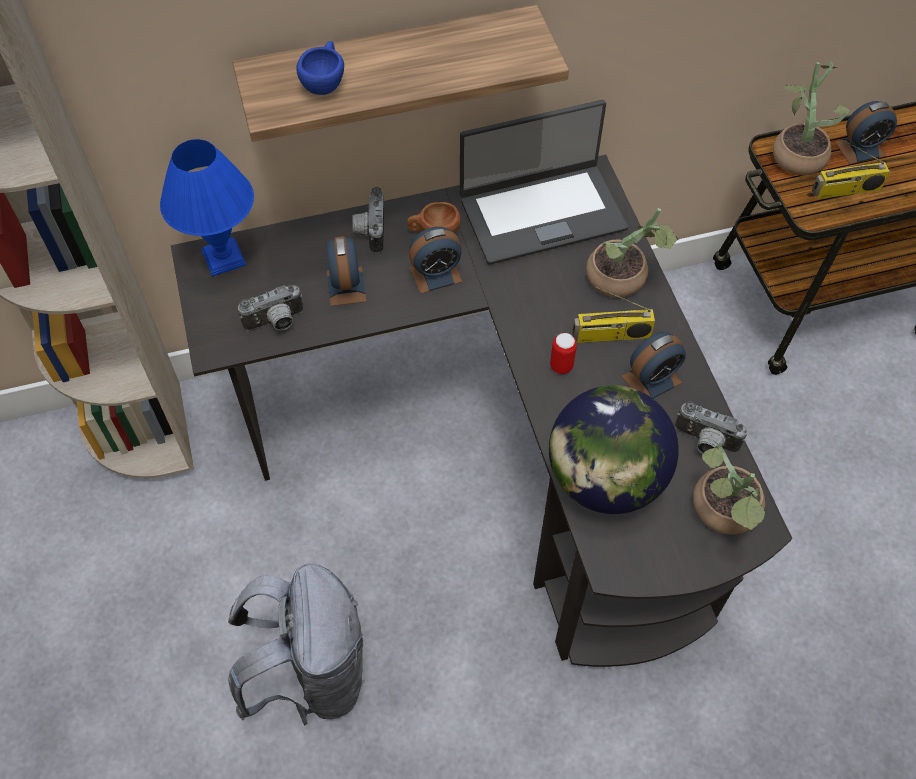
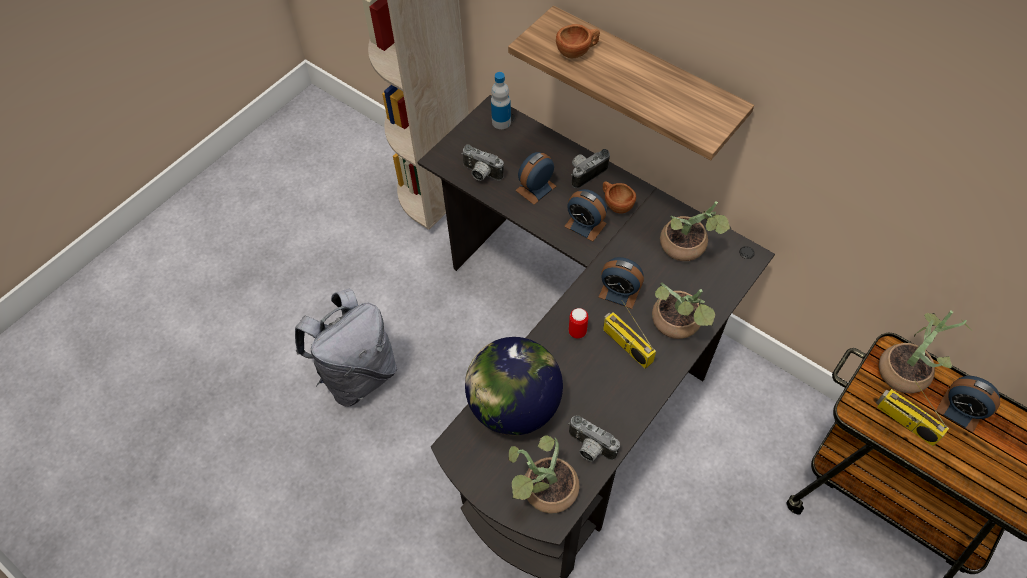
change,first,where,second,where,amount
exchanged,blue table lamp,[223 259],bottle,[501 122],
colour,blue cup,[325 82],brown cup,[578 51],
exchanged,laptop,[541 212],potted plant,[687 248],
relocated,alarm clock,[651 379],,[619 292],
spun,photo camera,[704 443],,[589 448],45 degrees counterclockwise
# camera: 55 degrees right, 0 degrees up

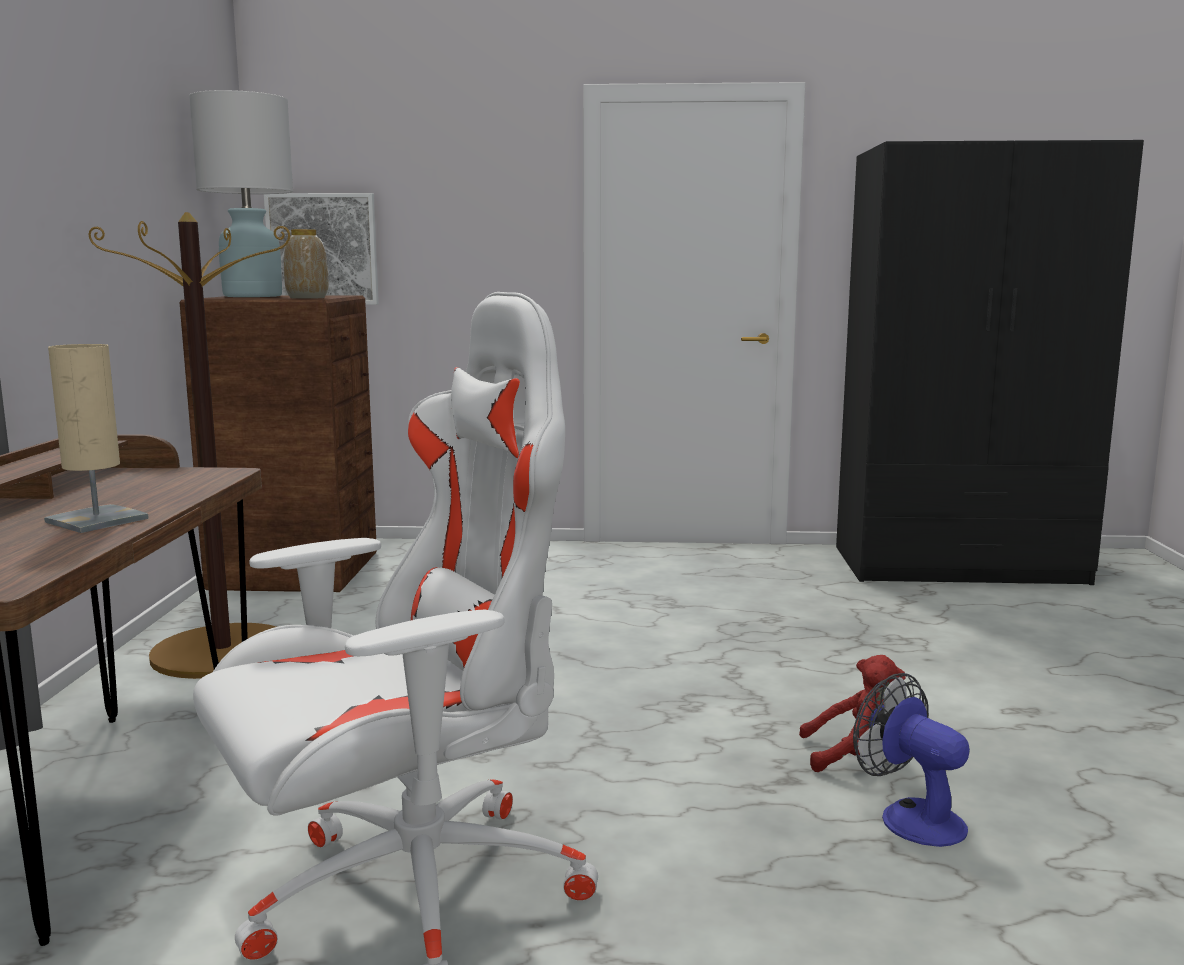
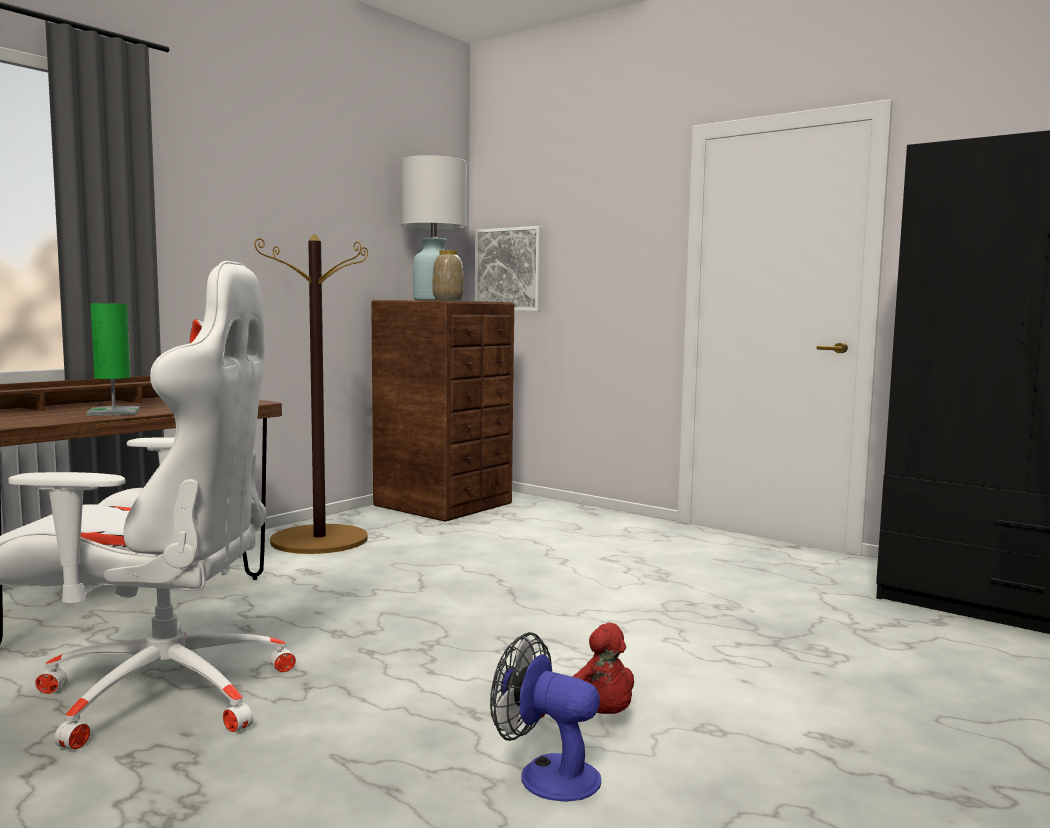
change,first,where,second,where,amount
colour,beige table lamp,[97 520],green table lamp,[114 412],
spun,fan,[910 817],,[546 774],60 degrees counterclockwise
# camera: 35 degrees right, 5 degrees down

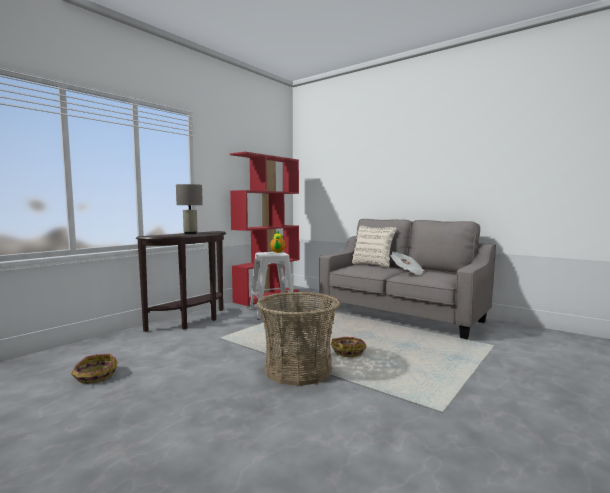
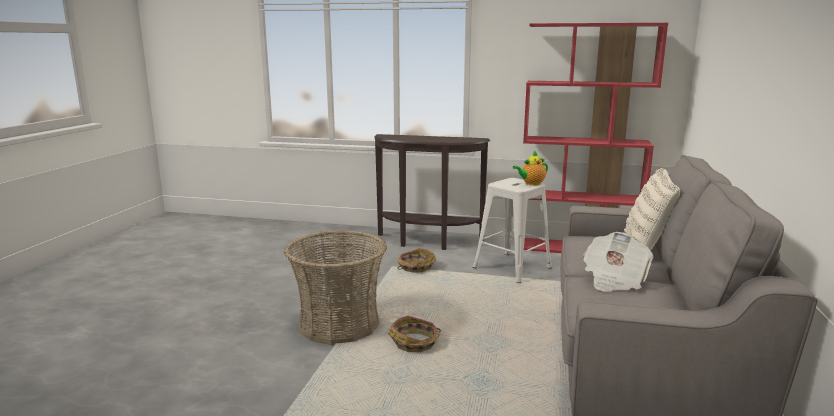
change,first,where,second,where,amount
relocated,basket,[95 376],,[415 267],
missing,grey table lamp,[190 233],,,
# camera: 65 degrees right, 10 degrees up

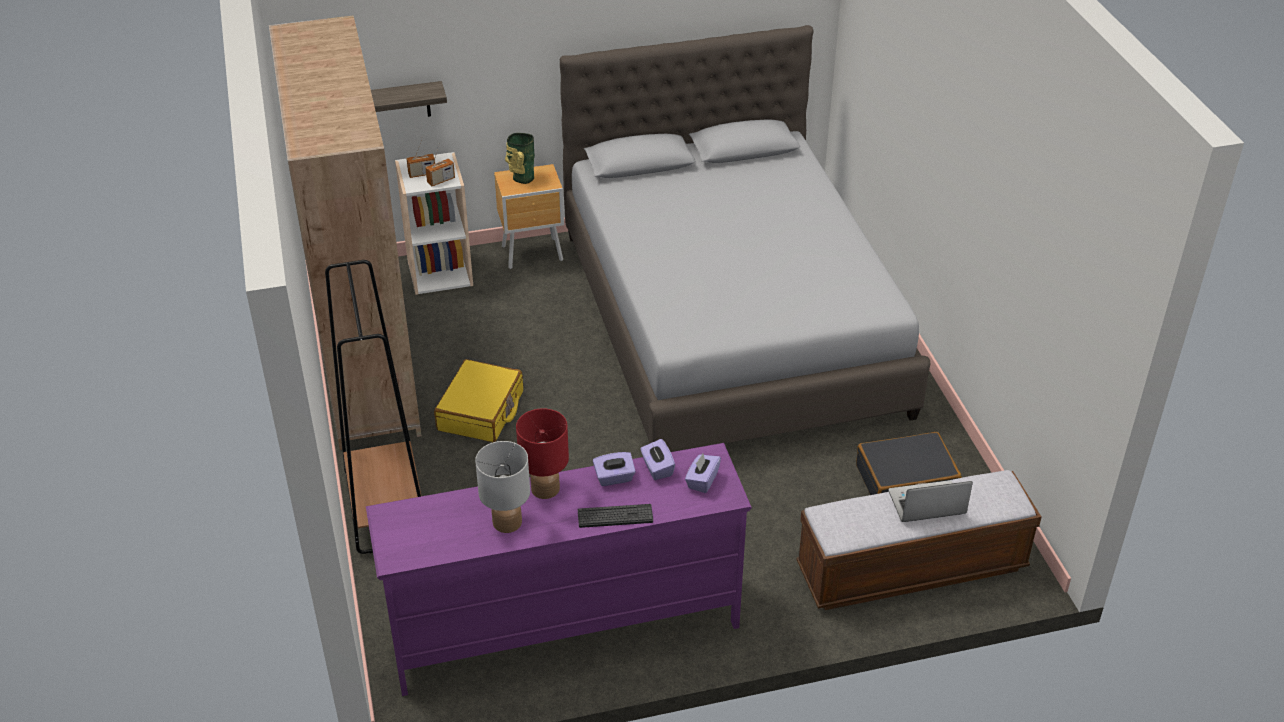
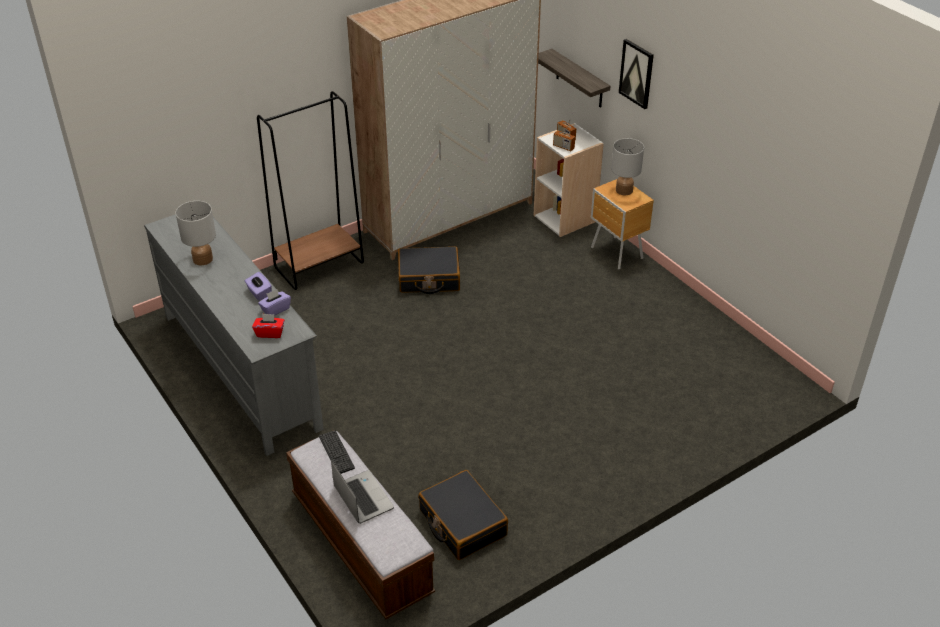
change,first,where,second,where,amount
colour,purple dresser,[564 627],grey dresser,[241 370],
colour,yellow suitcase,[481 411],black suitcase,[429 278],
exchanged,vase,[522 177],grey table lamp,[623 190],
missing,red table lamp,[544 489],,,
missing,grey bed,[730 321],,,
relocated,keyboard,[615 516],,[336 452],
colour,purple tissue box,[702 481],red tissue box,[270 333],
appeared,,,picture,[637 73],
# camera: 70 degrees right, 0 degrees up

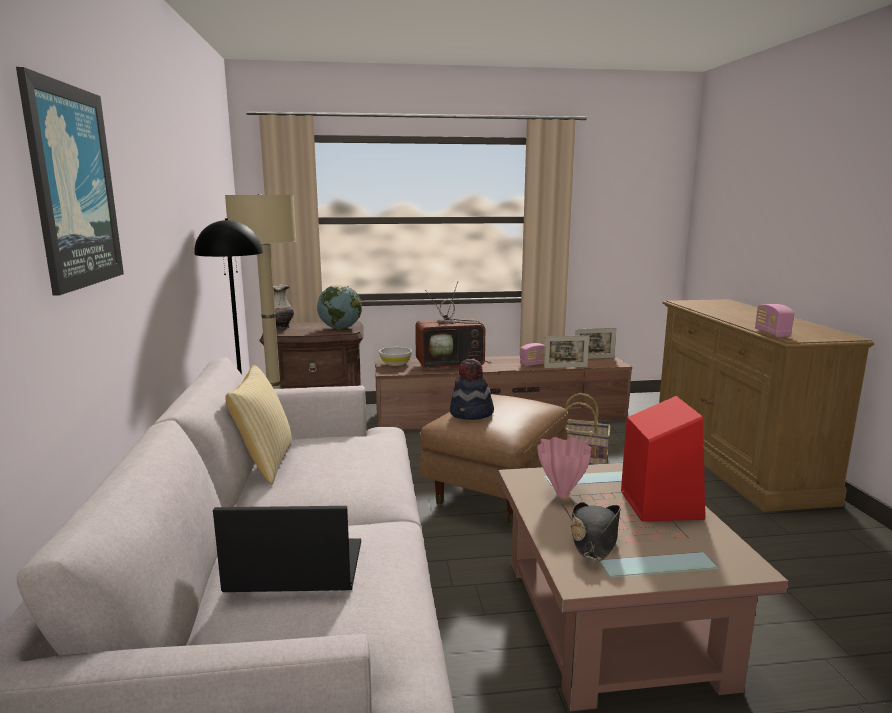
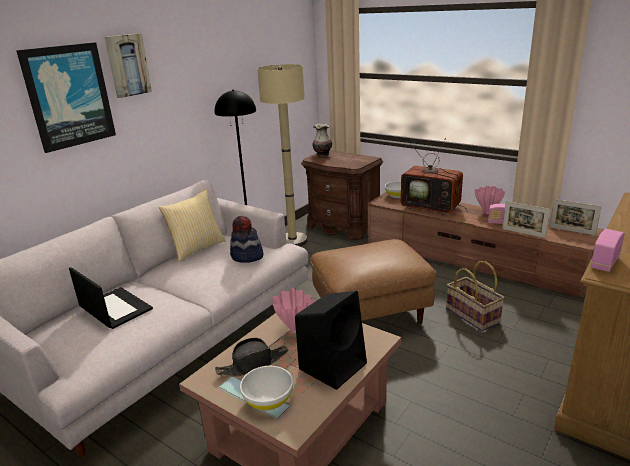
change,first,where,second,where,amount
missing,globe,[340 328],,,
relocated,hat,[471 414],,[247 256],
colour,red speaker,[659 503],black speaker,[333 365],
appeared,,,picture,[127 65],
appeared,,,white bowl,[268 400],
appeared,,,pink vase,[488 213],
# camera: 45 degrees right, 10 degrees up

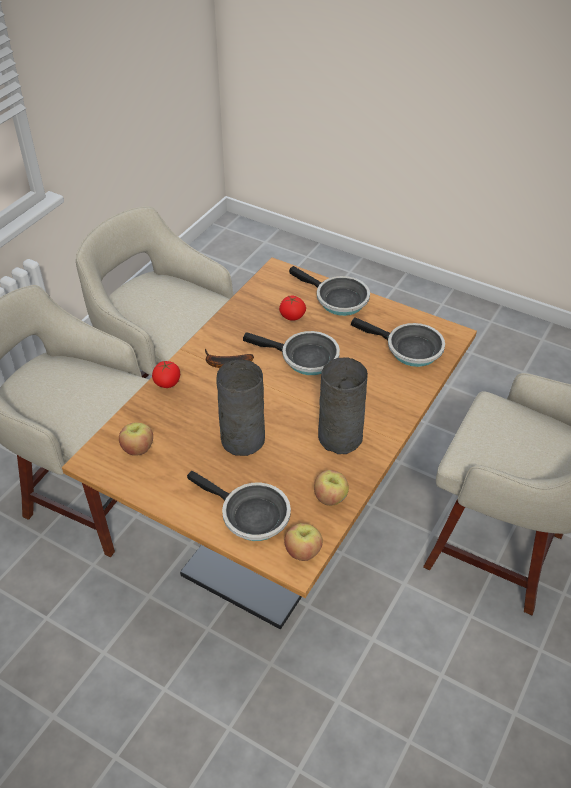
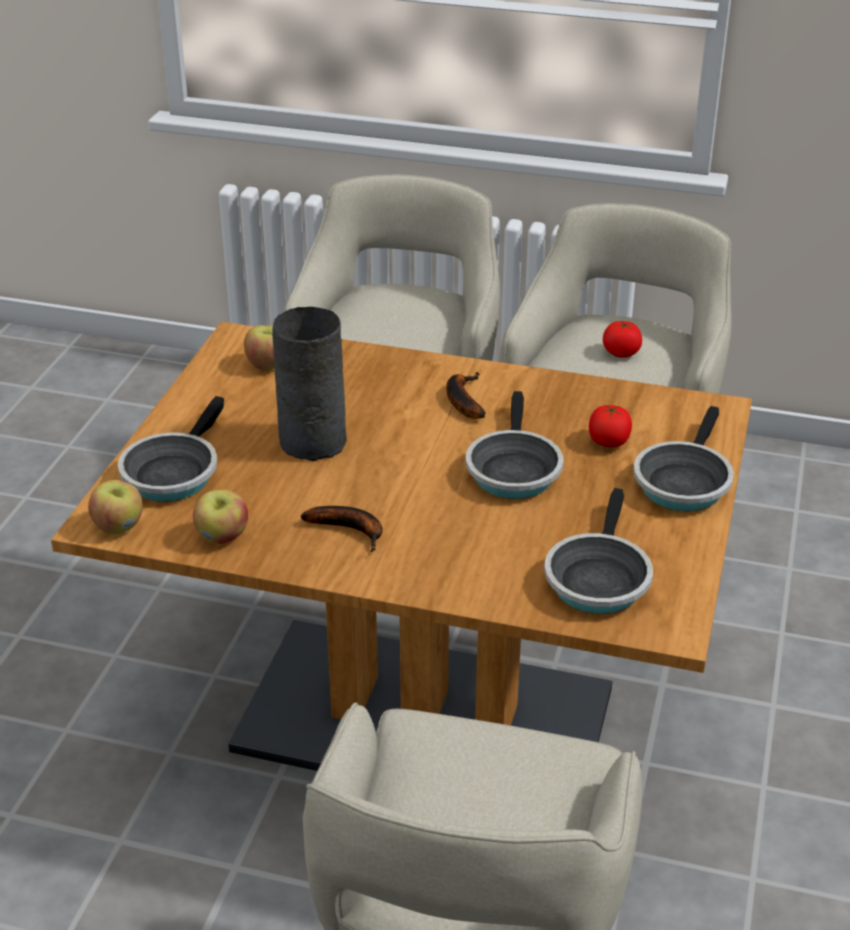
change,first,where,second,where,amount
relocated,tomato,[167 383],,[621 353],
exchanged,grey vase,[341 436],banana,[351 530],
# camera: 75 degrees right, 10 degrees down

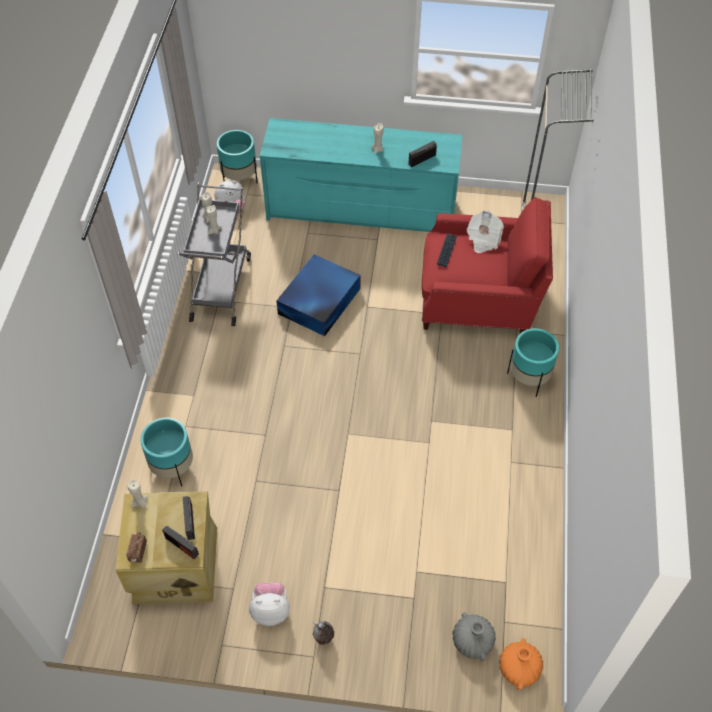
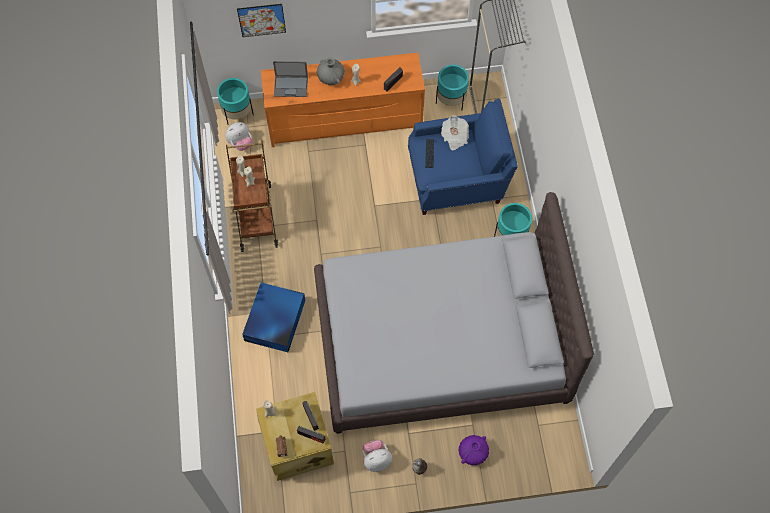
change,first,where,second,where,amount
relocated,turquoise planter,[173 467],,[451 100],
colour,grey cart,[222 288],brown cart,[256 216],
colour,turquoise dresser,[362 209],orange dresser,[345 119],
relocated,blue storage box,[318 301],,[274 321],
colour,red armchair,[479 297],blue armchair,[457 177],
relocated,grey vase,[472 641],,[331 77],
missing,orange vase,[518 668],,,
appeared,,,picture,[261 20],
appeared,,,laptop,[291 86],
appeared,,,grey bed,[441 342],
appeared,,,purple vase,[473 453],
# camera: 15 degrees left, 10 degrees up

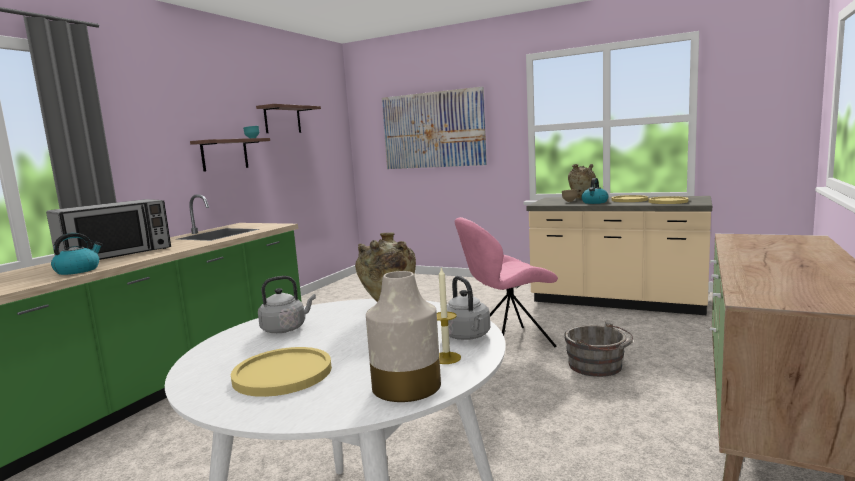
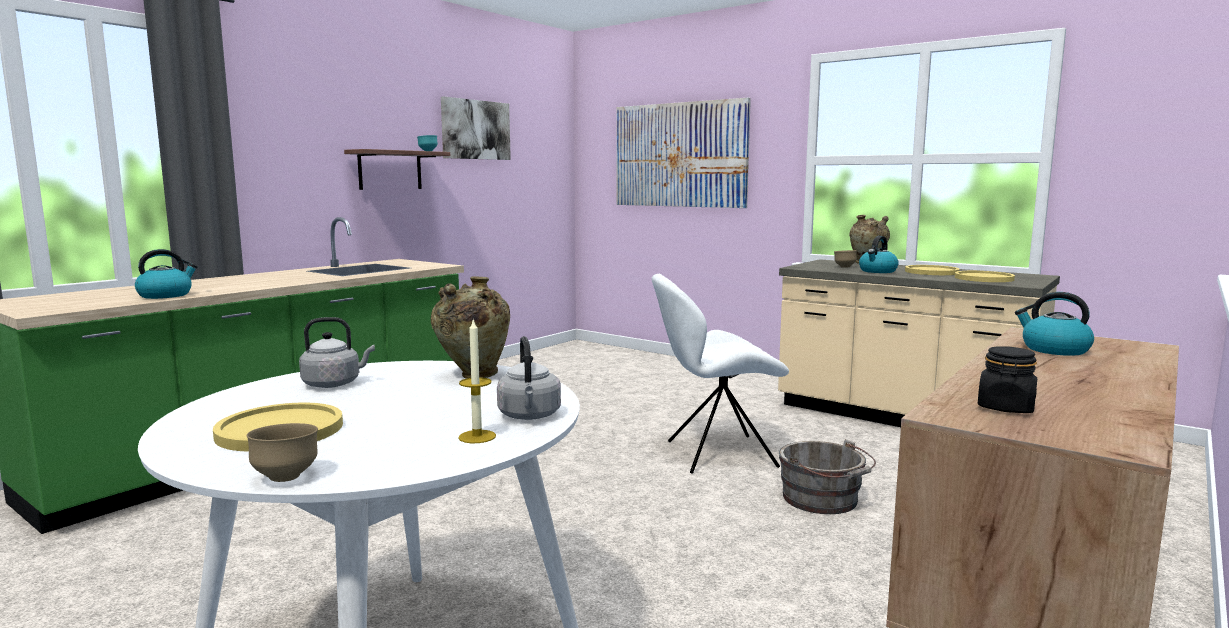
change,first,where,second,where,amount
missing,microwave,[116 254],,,
exchanged,shelf,[282 120],picture,[475 129],
missing,beige vase,[406 385],,,
colour,pink chair,[508 343],white chair,[716 454],
appeared,,,brown bowl,[286 477],
appeared,,,black jar,[1005 408],
appeared,,,kettle,[1054 350],
# camera: 10 degrees right, 0 degrees up

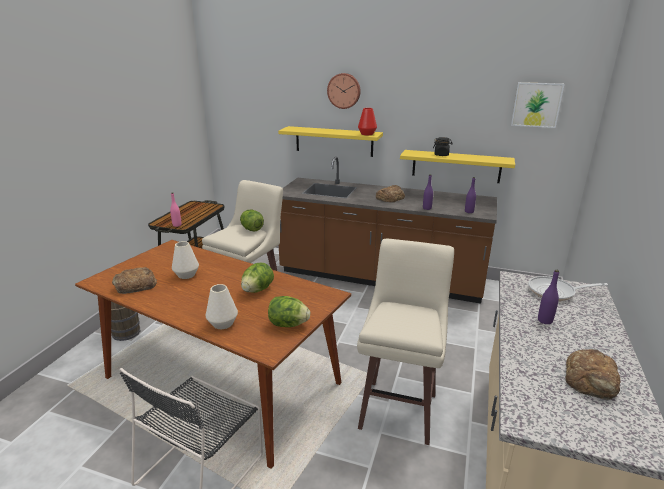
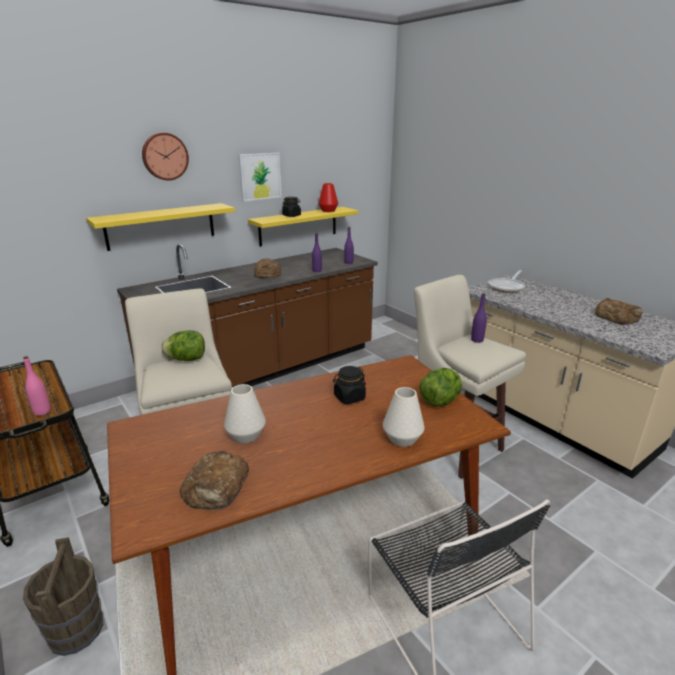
change,first,where,second,where,amount
exchanged,lettuce,[257 290],black jar,[349 397],
relocated,red vase,[367 134],,[328 211],
relocated,picture,[536 105],,[260 176],
relocated,purple bottle,[545 320],,[477 340],
# camera: 55 degrees left, 0 degrees up

